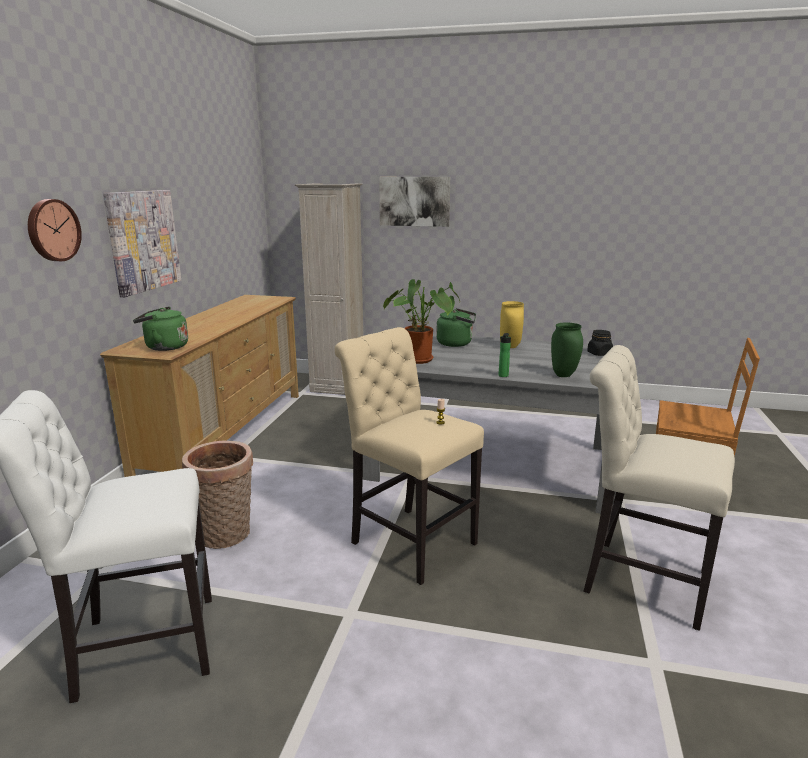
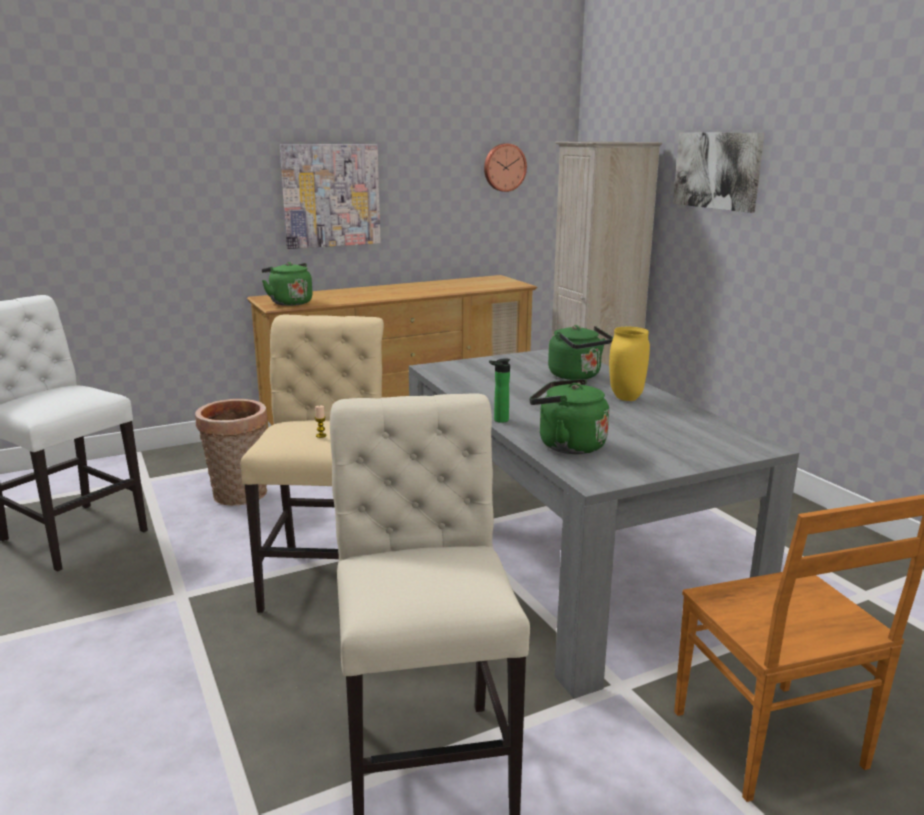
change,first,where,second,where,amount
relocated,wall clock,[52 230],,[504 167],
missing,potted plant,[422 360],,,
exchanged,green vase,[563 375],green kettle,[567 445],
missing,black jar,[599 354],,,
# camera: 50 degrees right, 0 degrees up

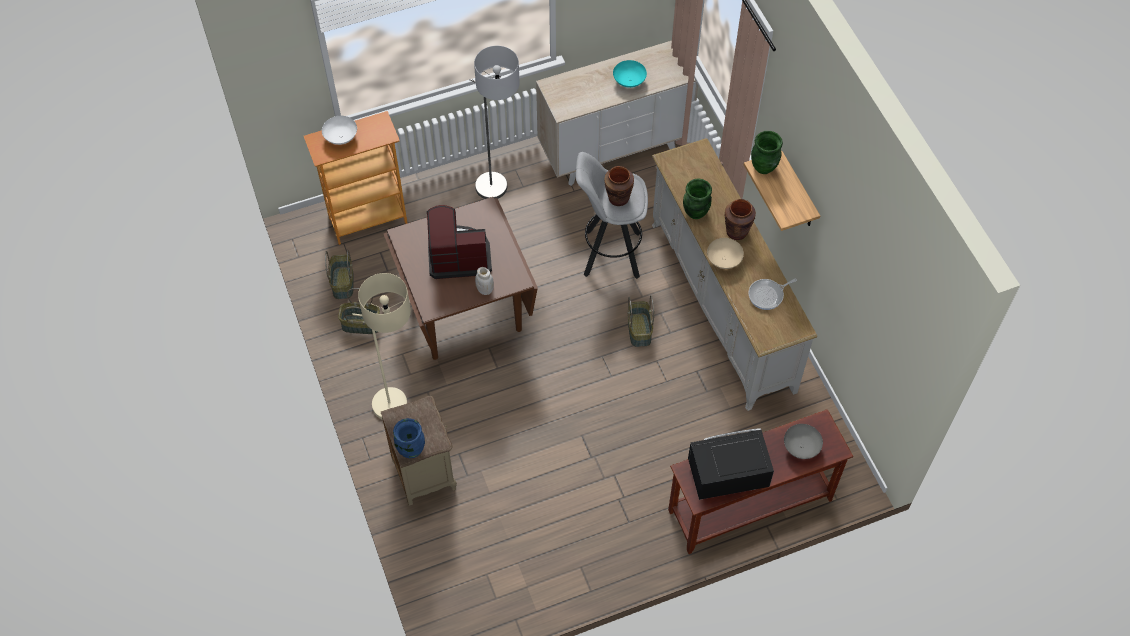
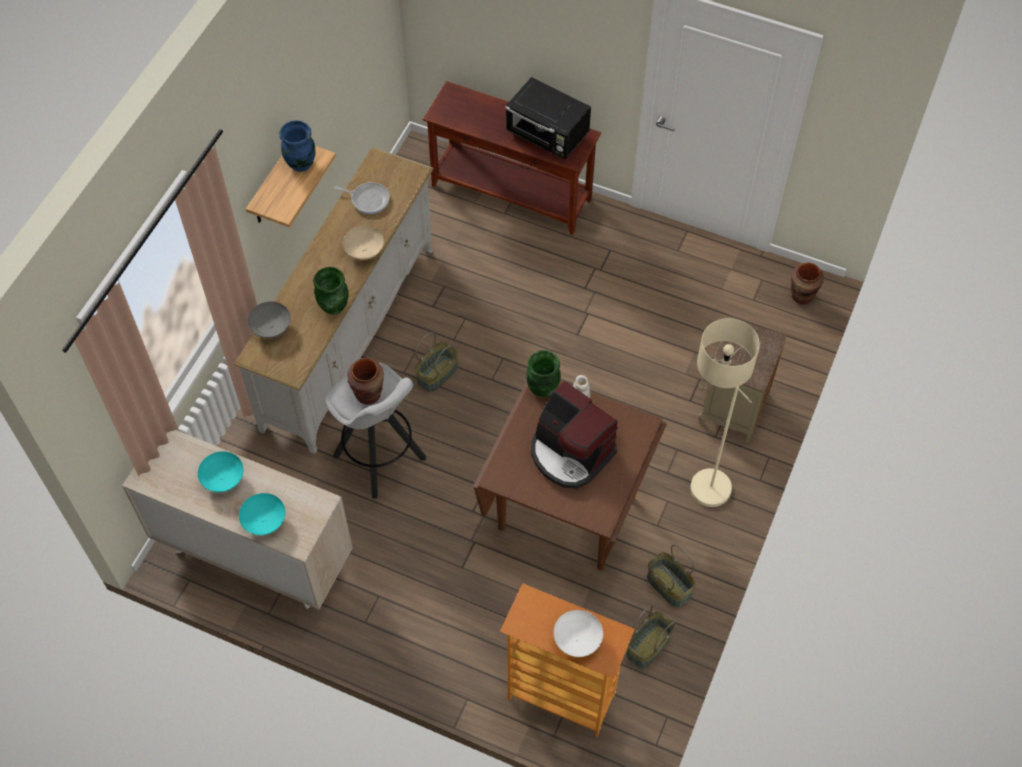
change,first,where,second,where,amount
relocated,blue vase,[411 450],,[301 164],
missing,grey floor lamp,[500 190],,,
relocated,brown vase,[736 231],,[801 296],
relocated,green vase,[764 167],,[542 388],
relocated,grey bowl,[800 447],,[272 328],
appeared,,,turquoise bowl,[264 521],
# camera: 135 degrees left, 0 degrees up

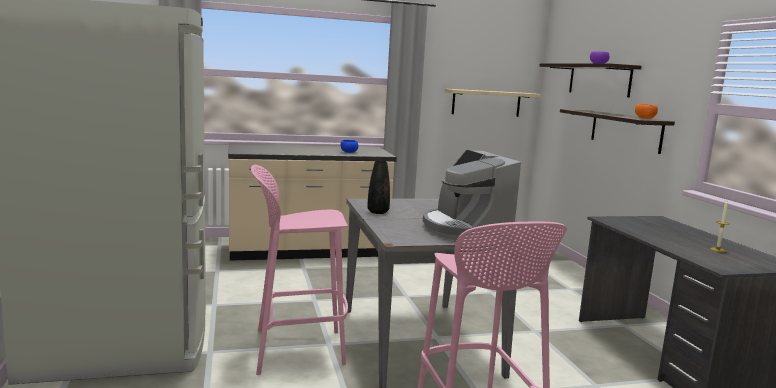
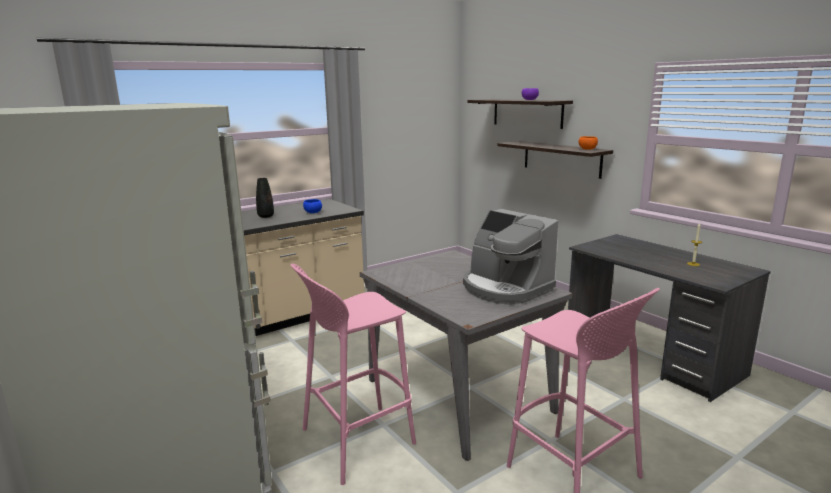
change,first,where,second,where,amount
relocated,black vase,[378 212],,[266 216],
missing,beige shelf,[486 103],,,
# camera: 20 degrees left, 5 degrees up

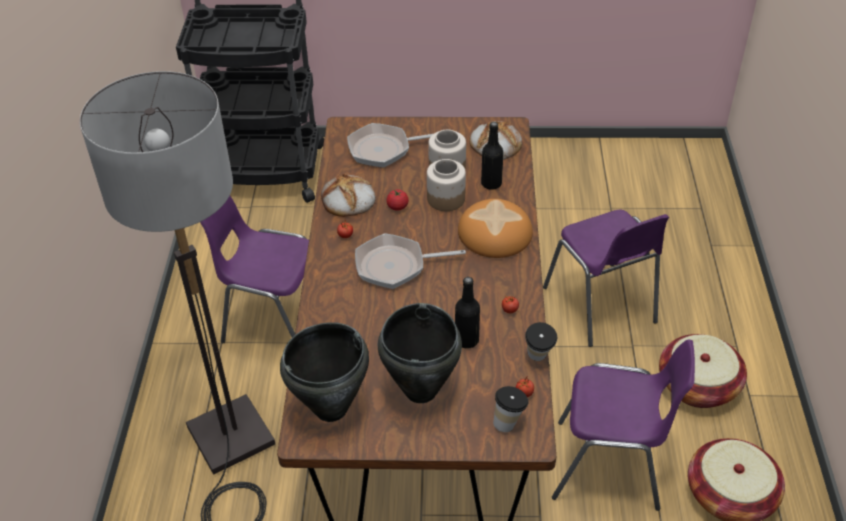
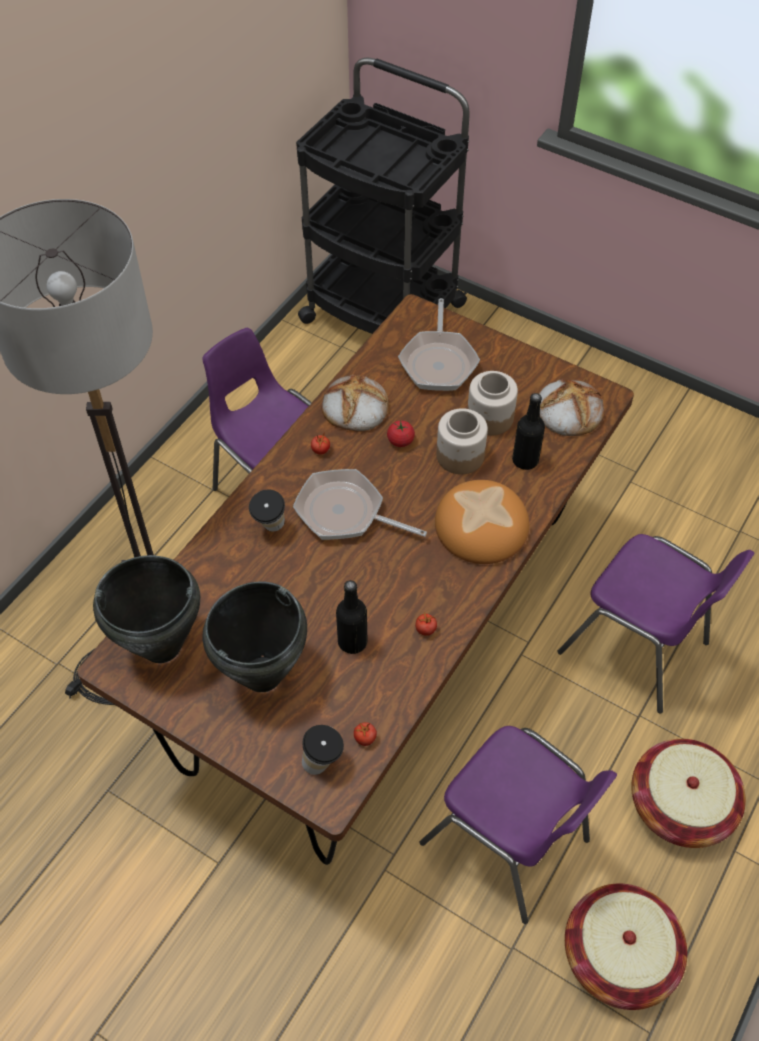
change,first,where,second,where,amount
spun,frying pan,[384 149],,[439 361],105 degrees counterclockwise
relocated,cup,[538 359],,[270 528],
spun,purple chair,[601 307],,[637 649],60 degrees counterclockwise
# camera: 30 degrees right, 10 degrees up

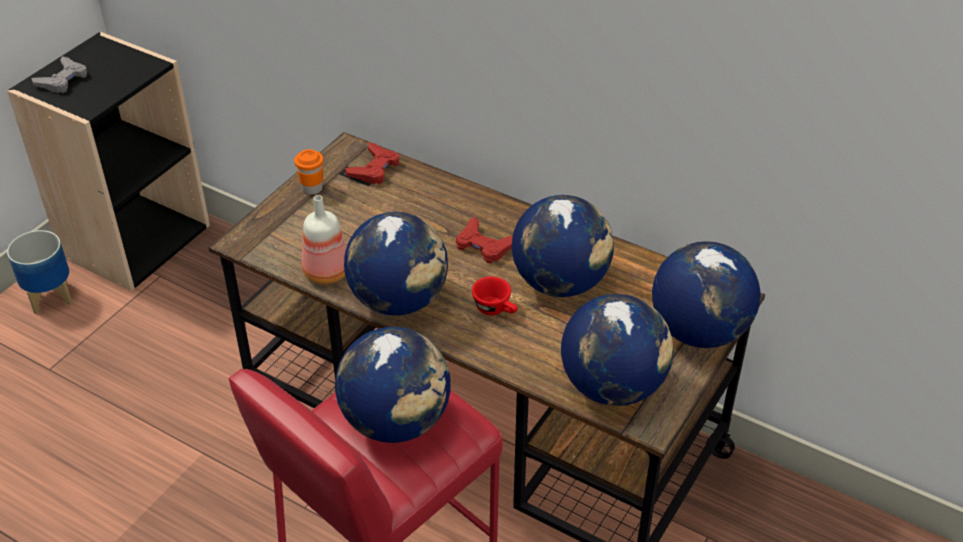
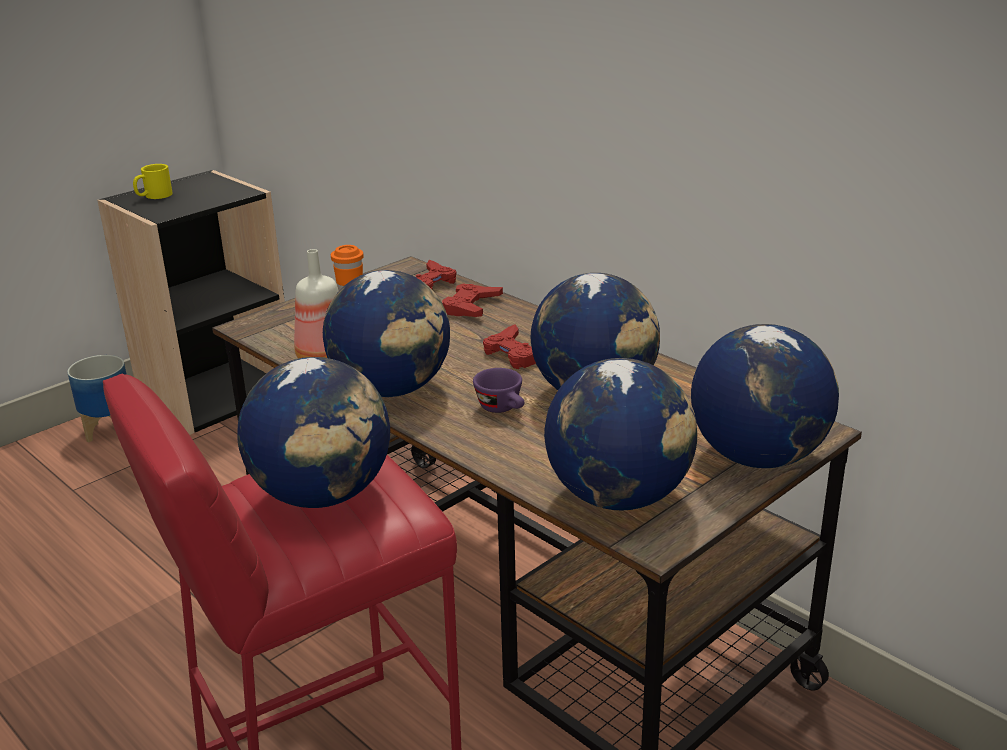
change,first,where,second,where,amount
exchanged,grey game controller,[63 80],yellow mug,[153 196],
colour,red cup,[496 309],purple cup,[503 409],
appeared,,,red game controller,[471 306],
# camera: 15 degrees right, 15 degrees down

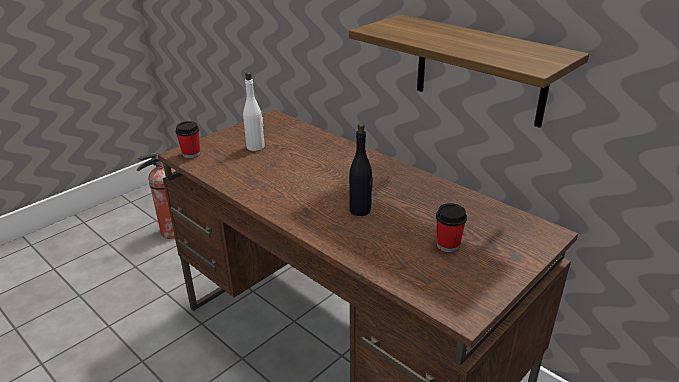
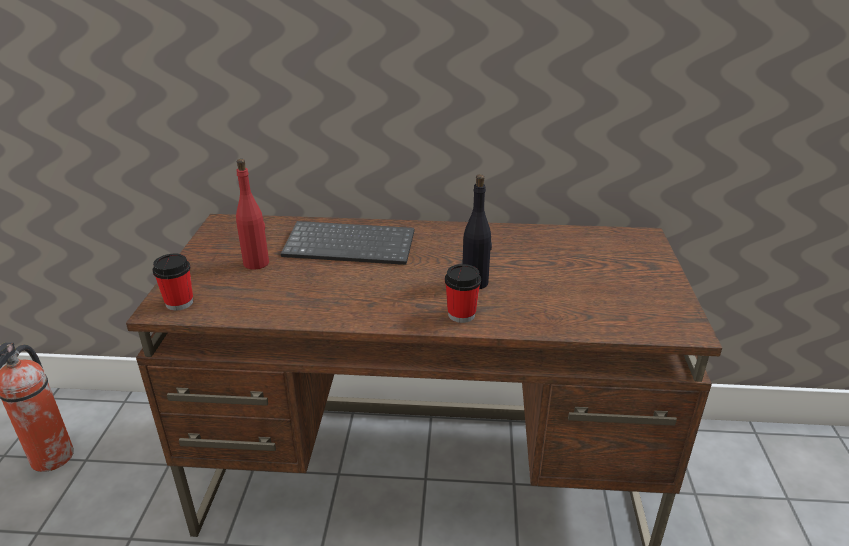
change,first,where,second,where,amount
colour,white bottle,[256 147],red bottle,[256 263],
missing,shelf,[479 70],,,
relocated,cup,[448 245],,[461 314],
appeared,,,keyboard,[351 245],
# camera: 40 degrees left, 0 degrees up

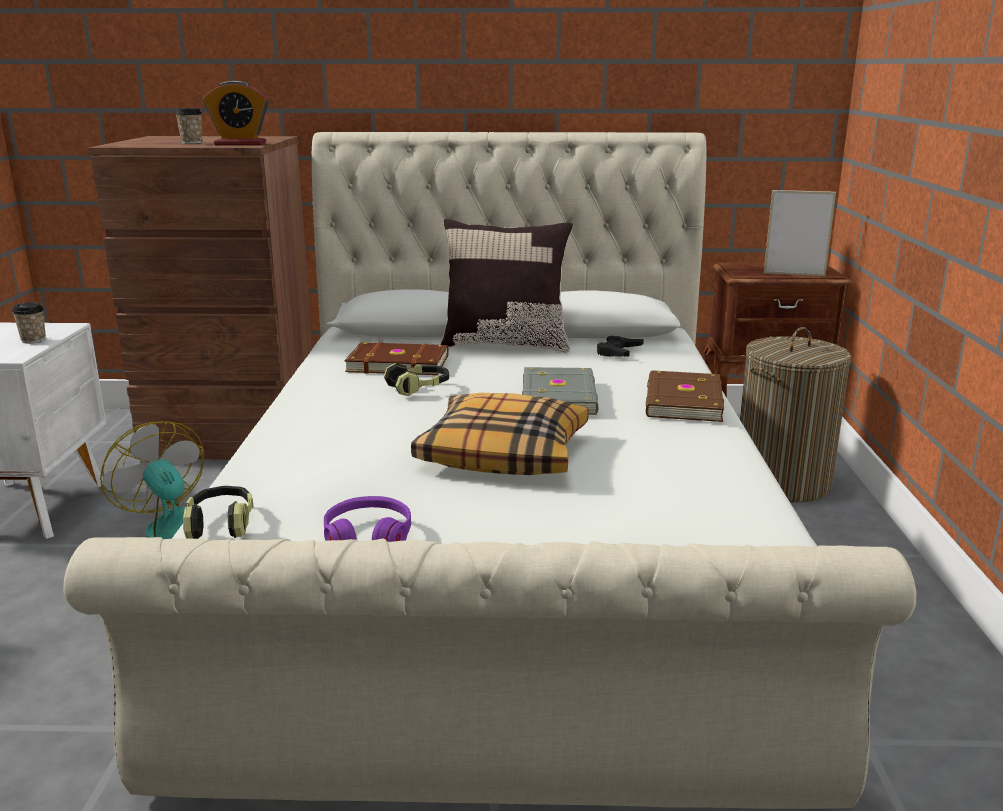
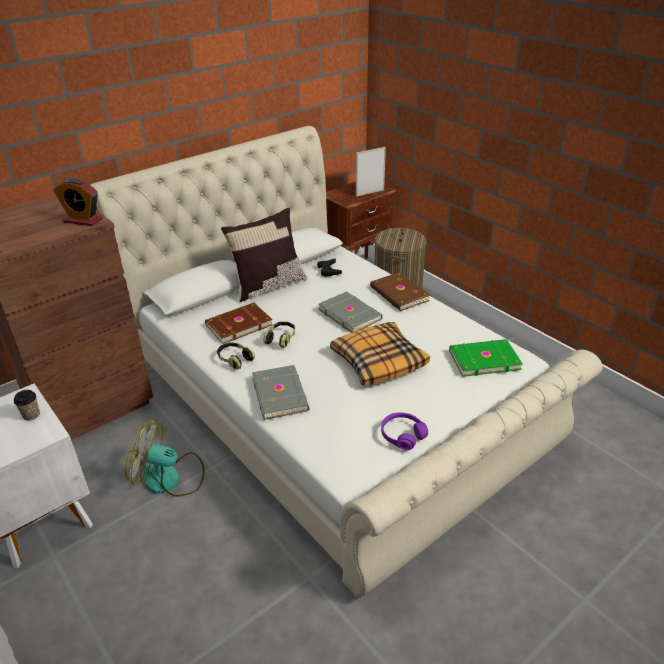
change,first,where,second,where,amount
missing,cup,[192 142],,,
relocated,headphones,[220 525],,[235 359],
spun,alarm clock,[240 144],,[83 220],60 degrees clockwise
appeared,,,grey book,[281 394],
appeared,,,green book,[483 359],
# camera: 40 degrees left, 15 degrees up

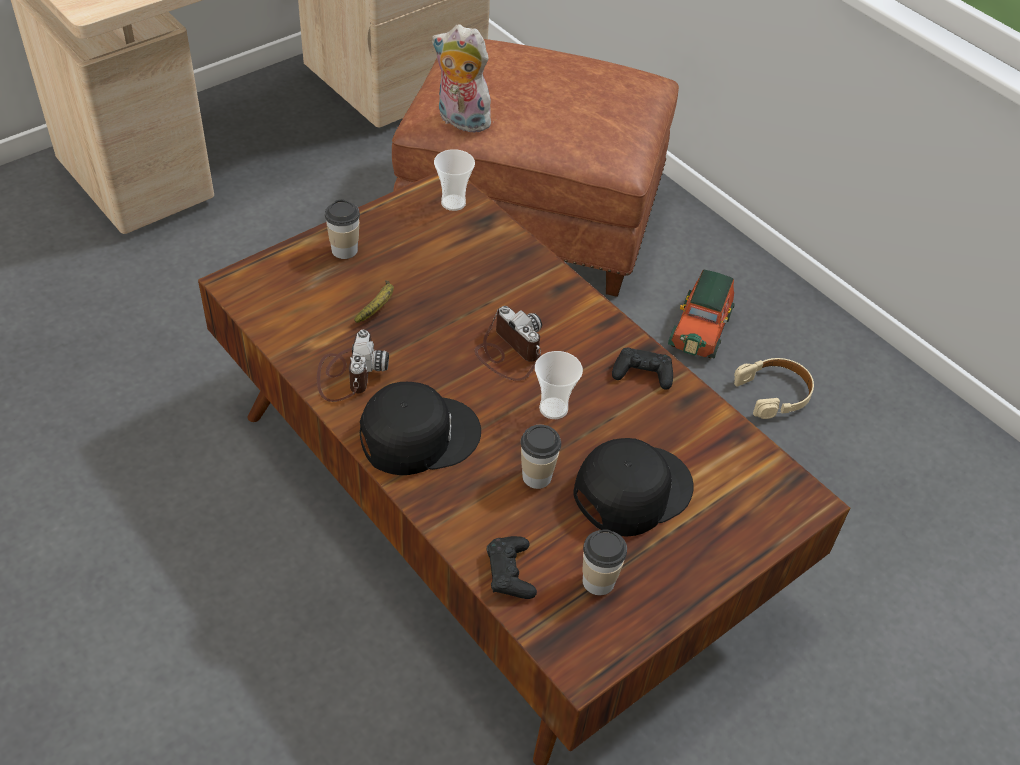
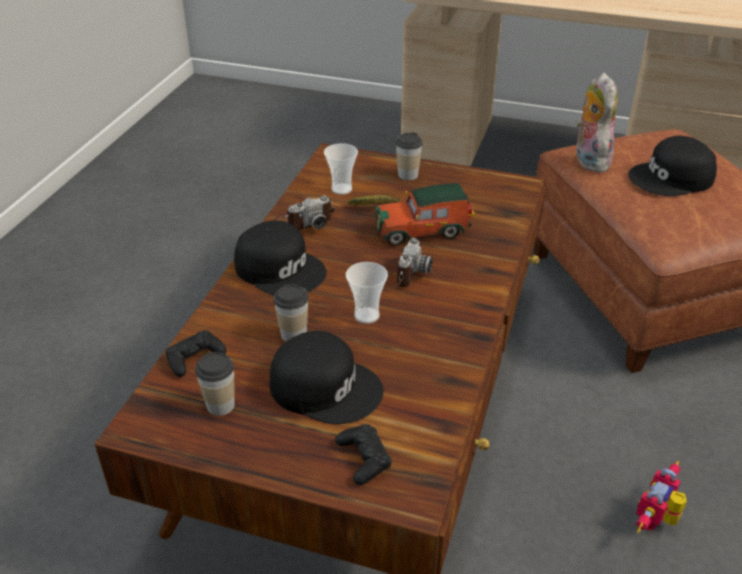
change,first,where,second,where,amount
relocated,cup,[453 203],,[341 189],
relocated,black game controller,[642 373],,[364 458],
relocated,toy car,[701 327],,[423 230],
exchanged,beige headphones,[774 393],toy robot,[657 521],
appeared,,,black cap,[672 178],
# camera: 60 degrees right, 10 degrees down

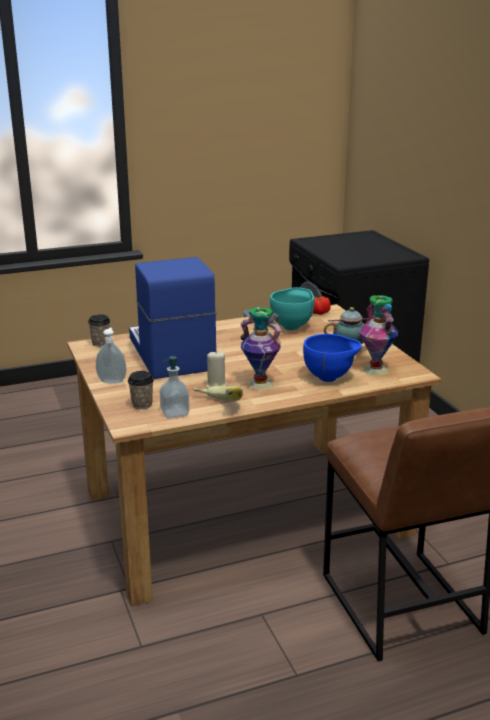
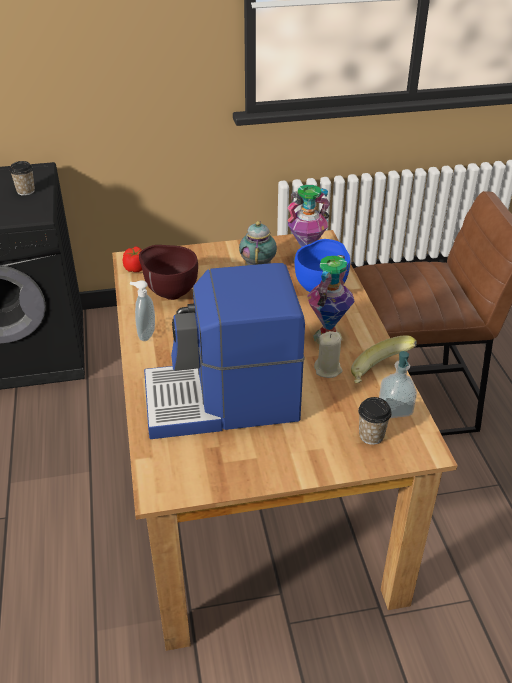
change,first,where,second,where,amount
relocated,cup,[100 343],,[26 191],
relocated,soap dispenser,[112 381],,[145 334],
colour,turquoise bowl,[292 326],brown bowl,[170 293],
# camera: 80 degrees left, 15 degrees up

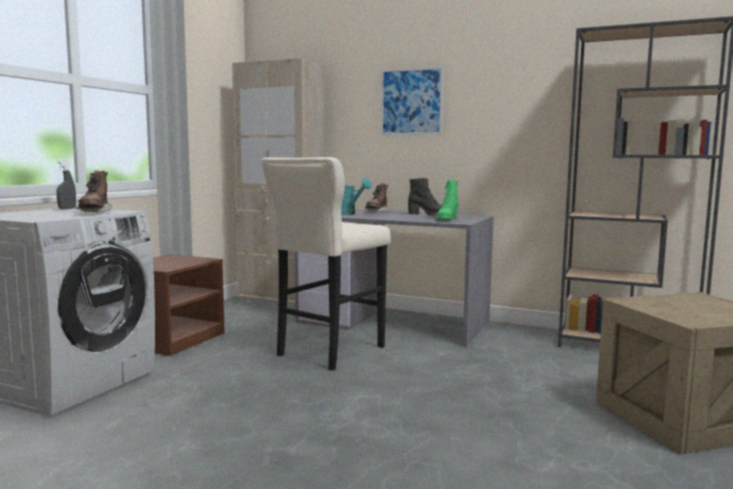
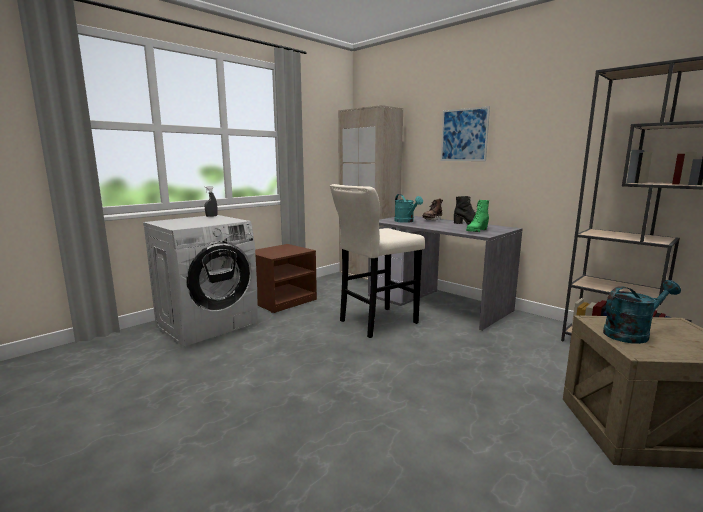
change,first,where,second,where,amount
missing,brown boot,[94 213],,,
appeared,,,turquoise watering can,[631 334],
# camera: 20 degrees right, 5 degrees up

